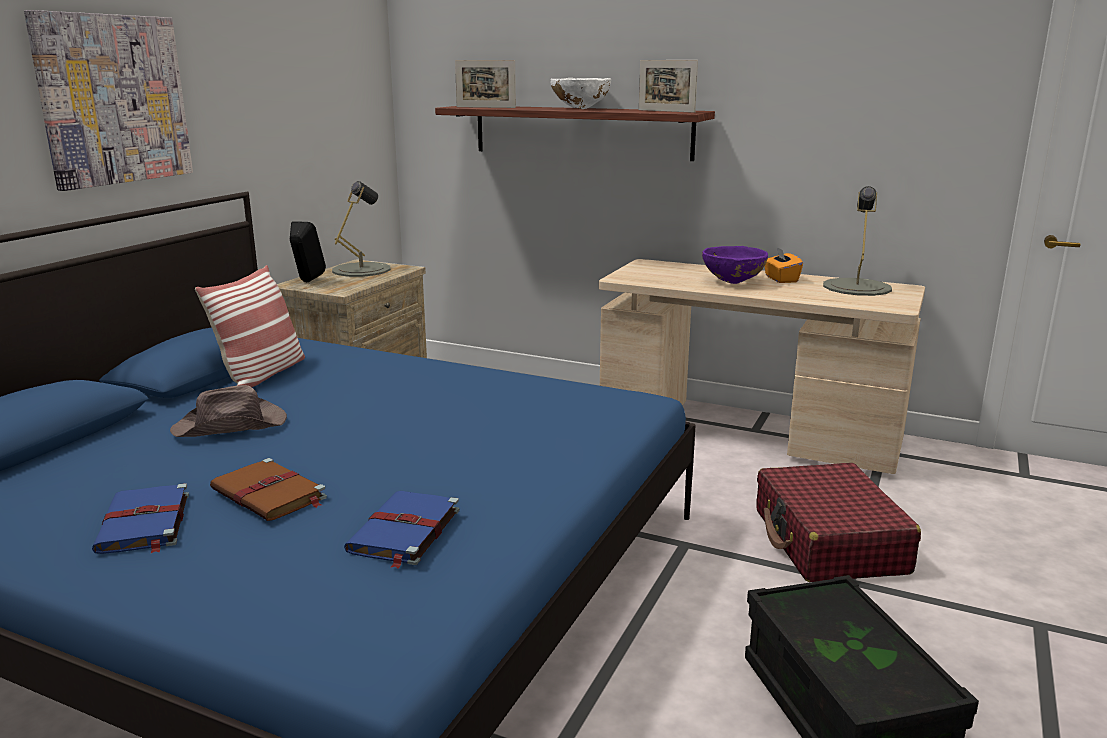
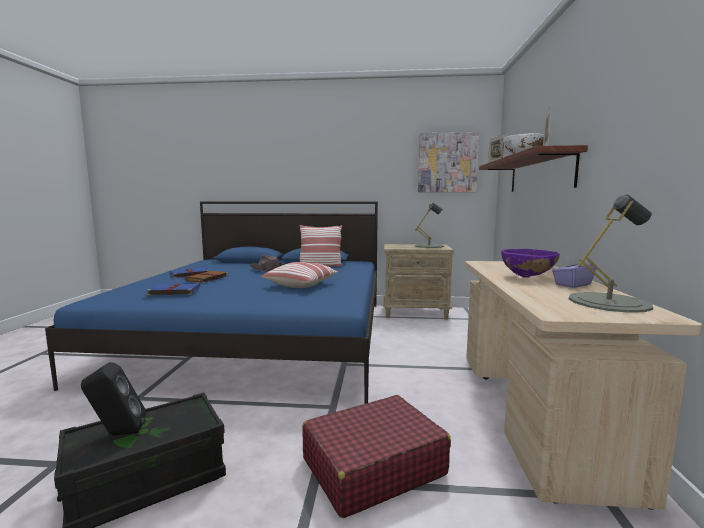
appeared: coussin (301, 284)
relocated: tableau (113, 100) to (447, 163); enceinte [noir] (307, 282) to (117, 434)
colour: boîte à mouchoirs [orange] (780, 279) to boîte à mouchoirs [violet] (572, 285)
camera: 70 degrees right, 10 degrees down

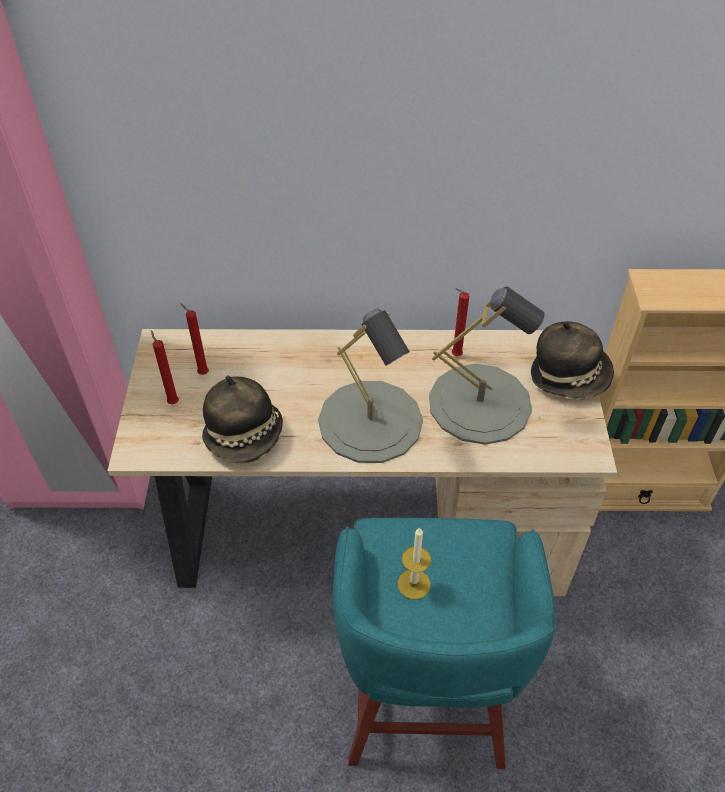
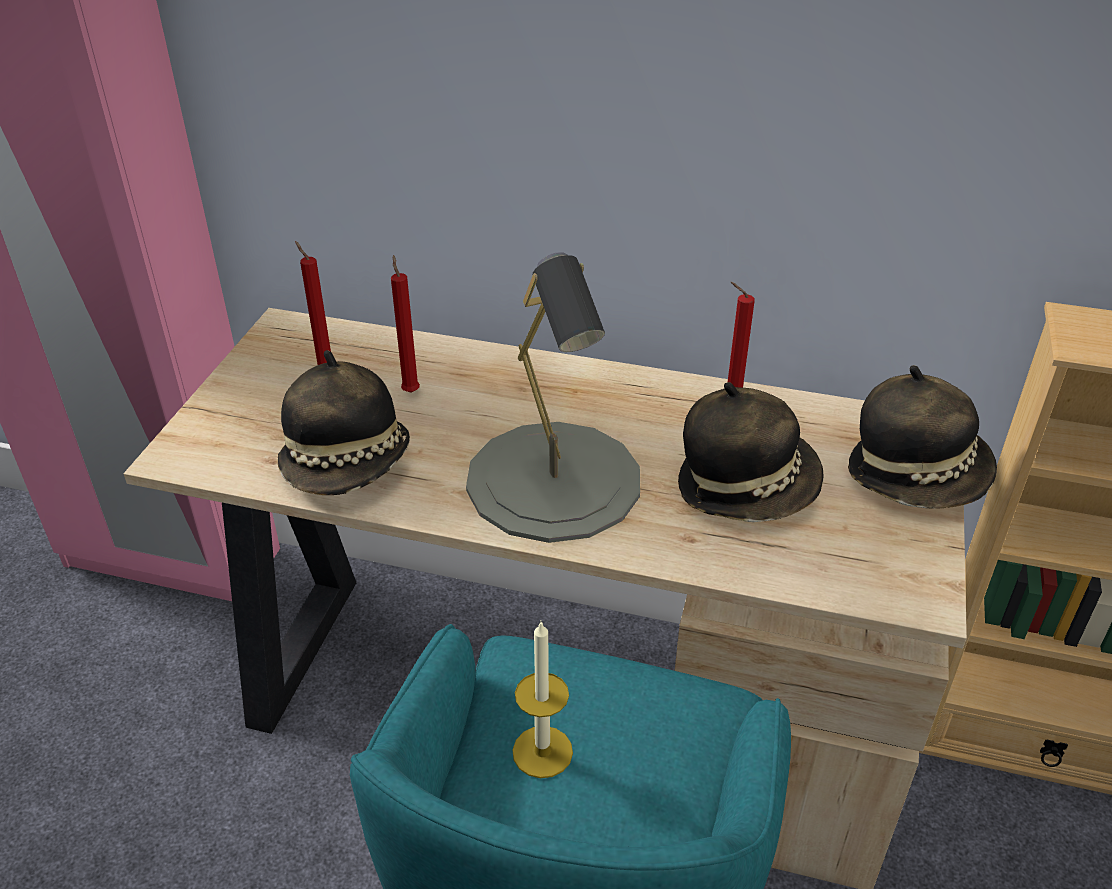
relocated: bougie [rouge] (172, 401) to (410, 390)
exchanged: lampe de table [gris] (480, 403) to chapeau (747, 487)
camera: 15 degrees right, 10 degrees down

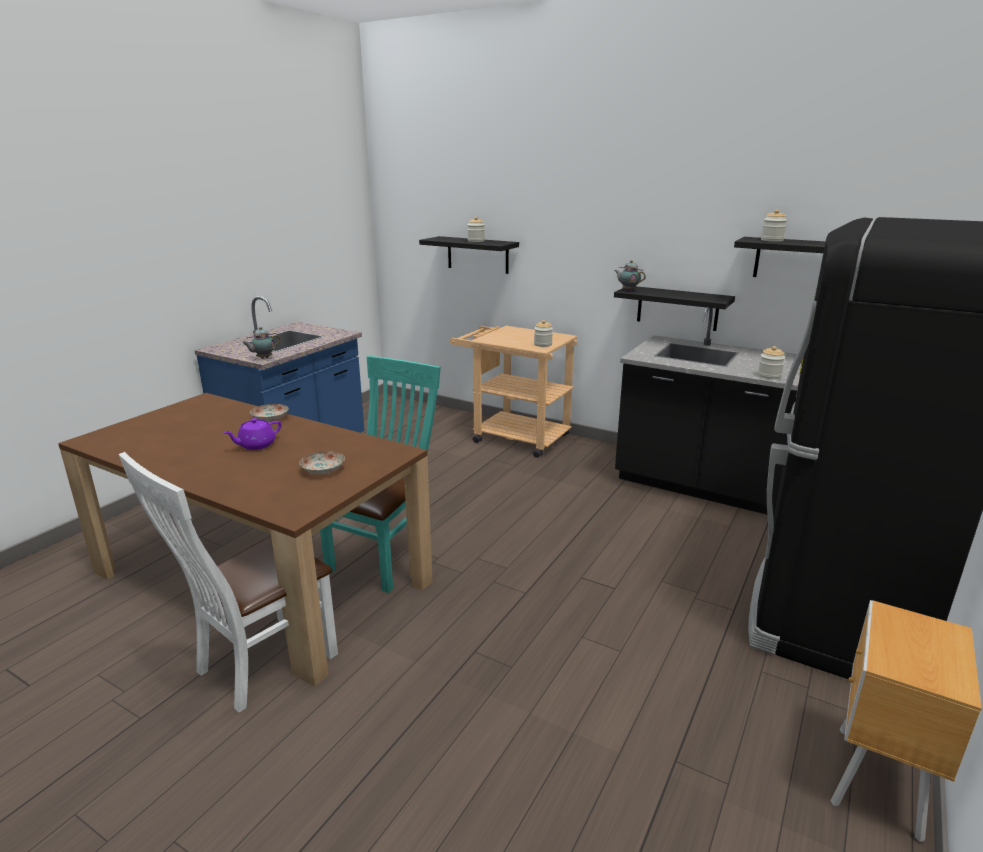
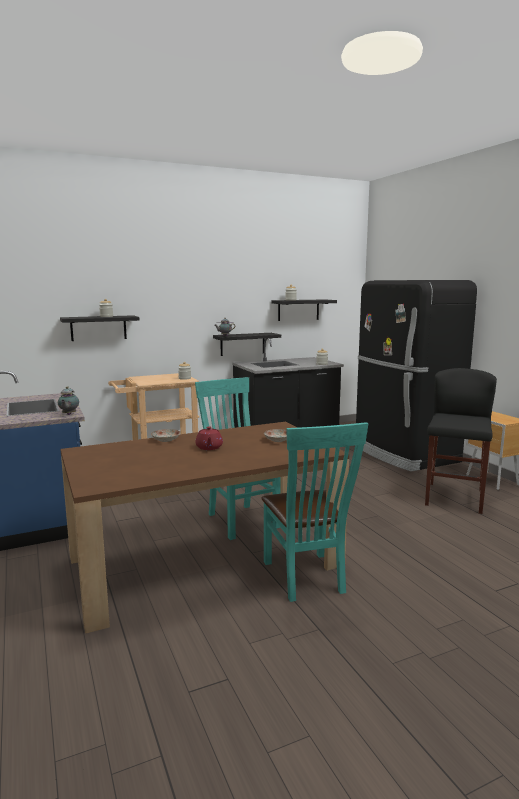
appeared: tabouret [noir] (454, 497)
colour: chaise [blanc] (258, 665) to chaise [turquoise] (306, 579); théière [violet] (256, 445) to théière [rouge] (209, 447)
camera: 55 degrees left, 10 degrees down

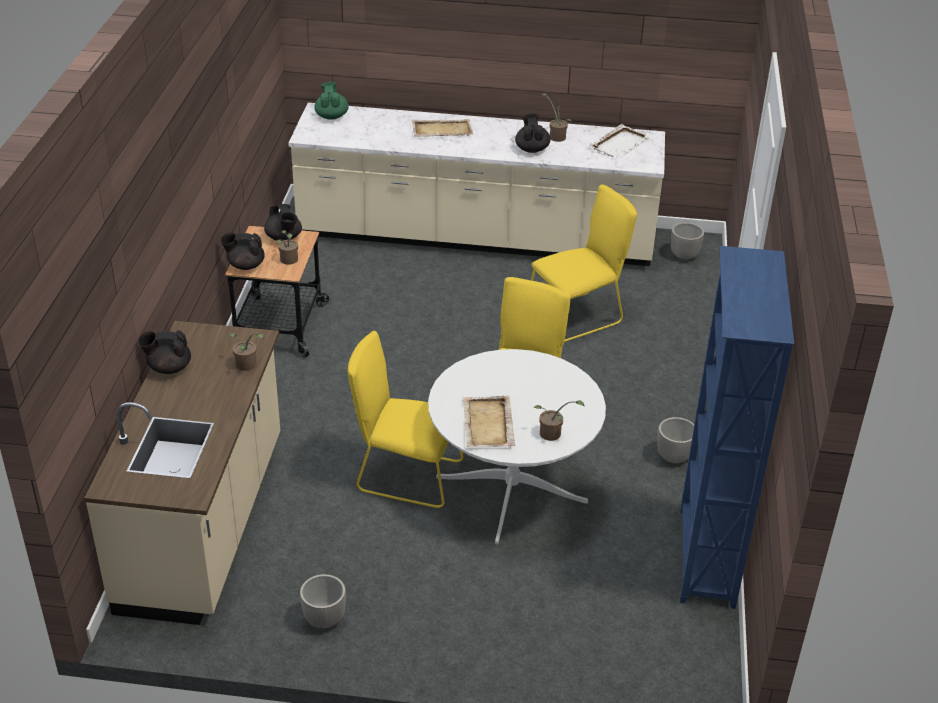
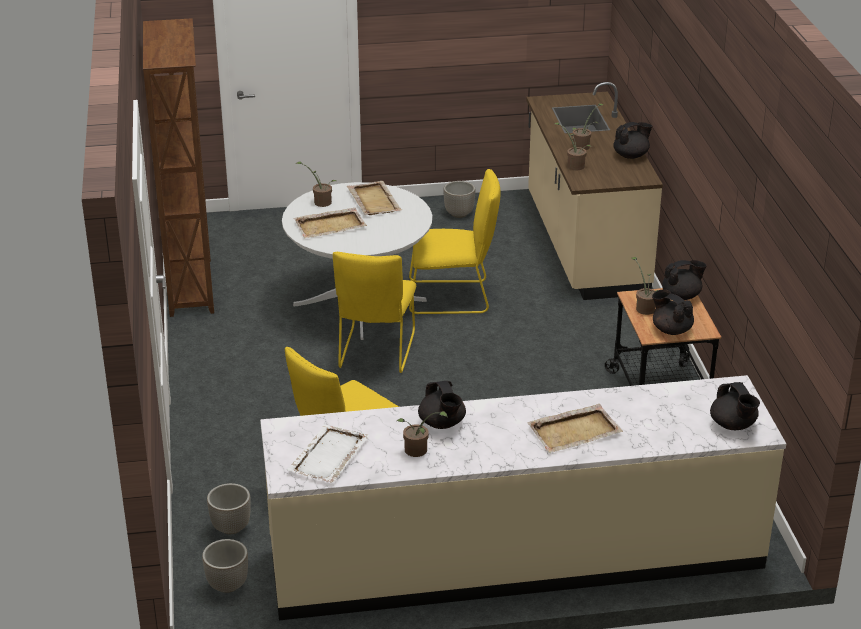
appeared: plateau [beige] (331, 225); plante en pot (583, 146)
relocated: cache-pot (674, 457) to (230, 527)
colour: théière [vert] (331, 116) to théière [noir] (733, 425); bibliothèque [bleu] (705, 558) to bibliothèque [marron] (192, 287)
camera: 165 degrees right, 5 degrees down

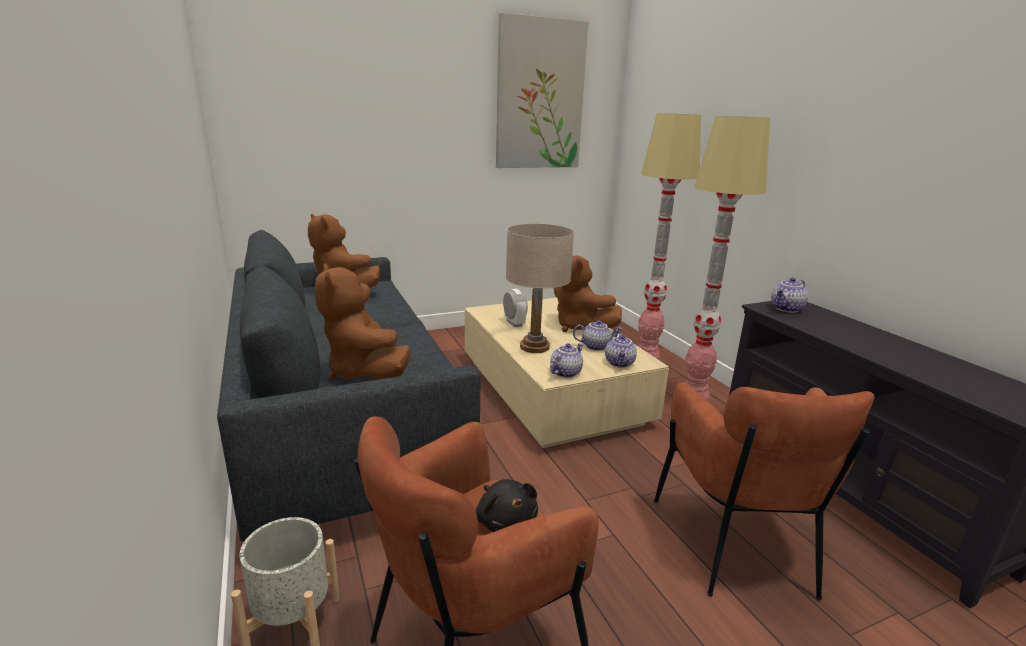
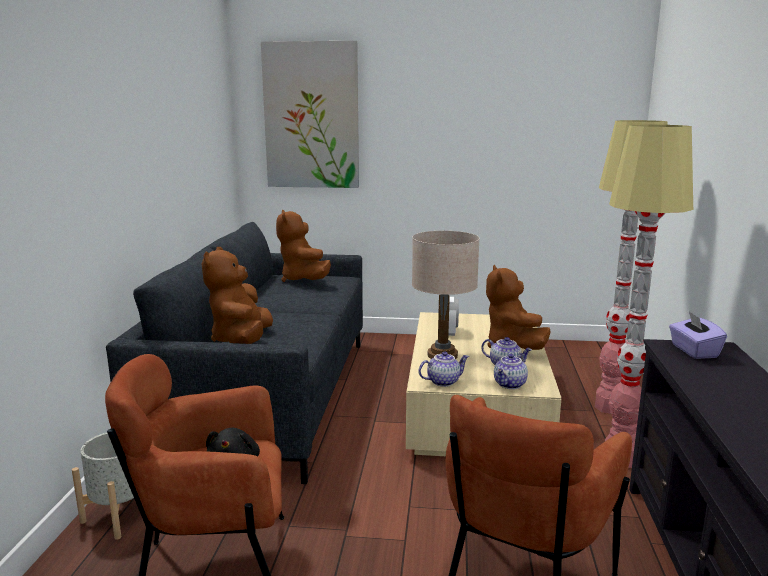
relocated: tableau (540, 95) to (311, 116)
exchanged: théière (787, 309) to boîte à mouchoirs [violet] (693, 351)
camera: 30 degrees right, 5 degrees down

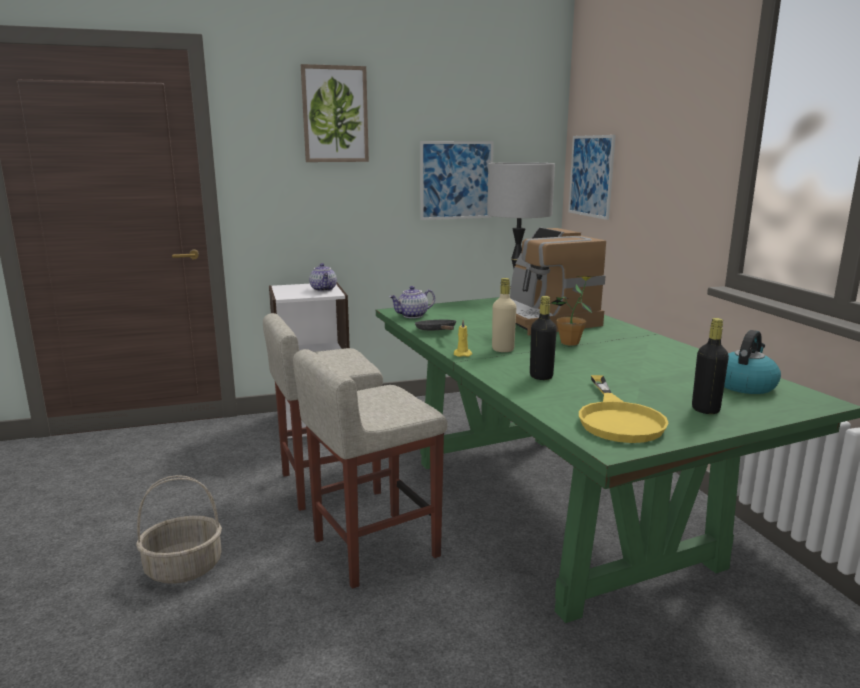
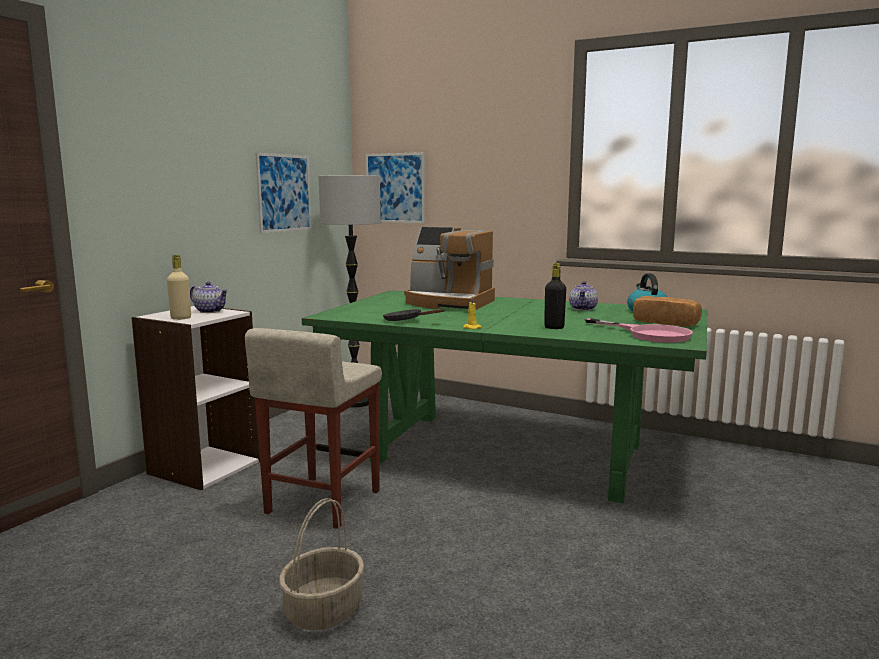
missing: tabouret [beige] (374, 548); tableau (335, 114); plante en pot (570, 343)
relocated: théière (412, 316) to (583, 309); bouteille [beige] (503, 350) to (181, 318)
exchanged: bouteille [noir] (705, 409) to pain (666, 323)
colour: poêle [jaune] (618, 419) to poêle [rose] (649, 334)
camera: 45 degrees left, 5 degrees down

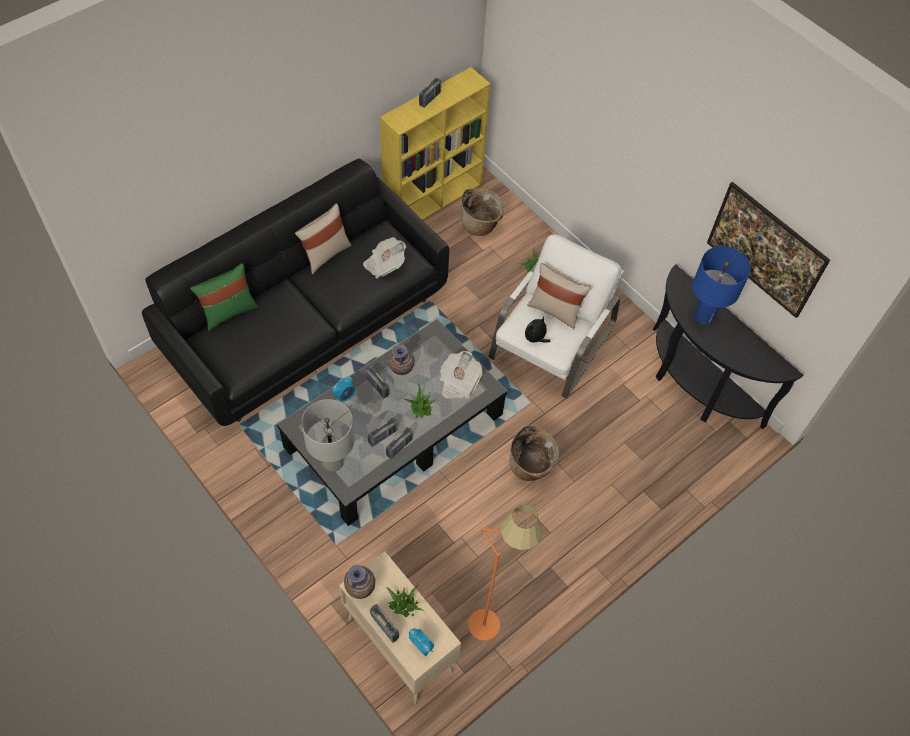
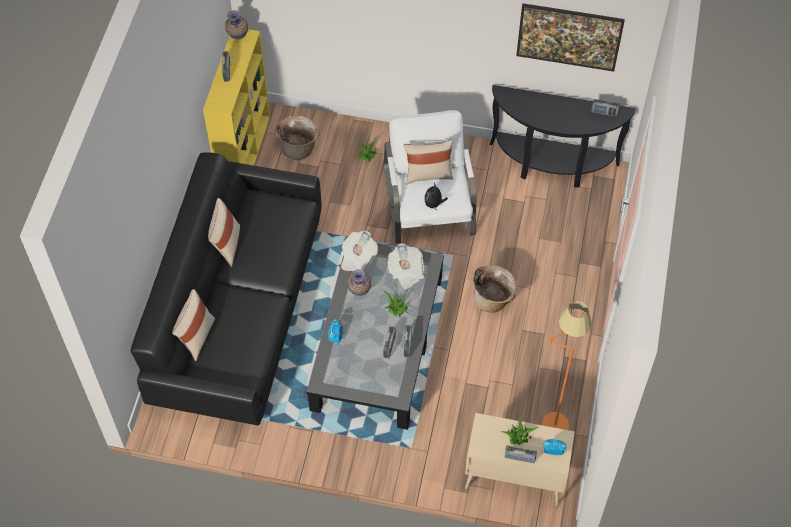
missing: lampe de table [gris] (332, 463); lampe de table [bleu] (703, 316)
relocated: vase (360, 590) to (237, 38); journal (384, 264) to (357, 258); radio (377, 387) to (604, 112)
colour: coussin [vert] (228, 312) to coussin [beige] (196, 337)
camera: 35 degrees left, 0 degrees up

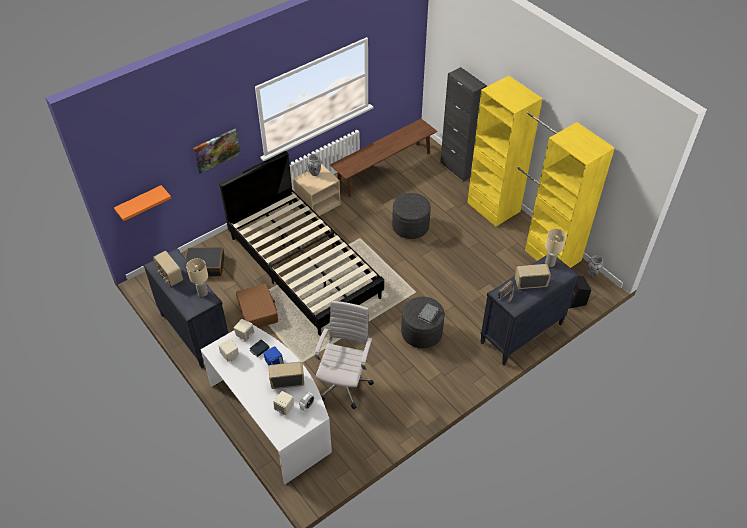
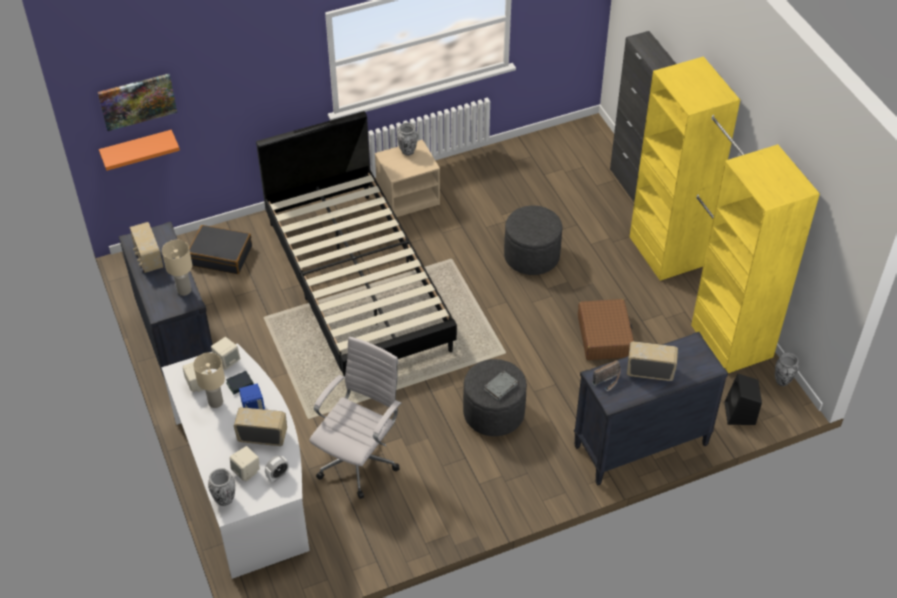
missing: banc [marron] (384, 169)
appeared: vase (224, 499)
relocated: tableau (216, 150) to (137, 101); valise [marron] (258, 311) to (604, 336); lampe de table [beige] (549, 263) to (215, 402)
camera: 15 degrees right, 0 degrees up

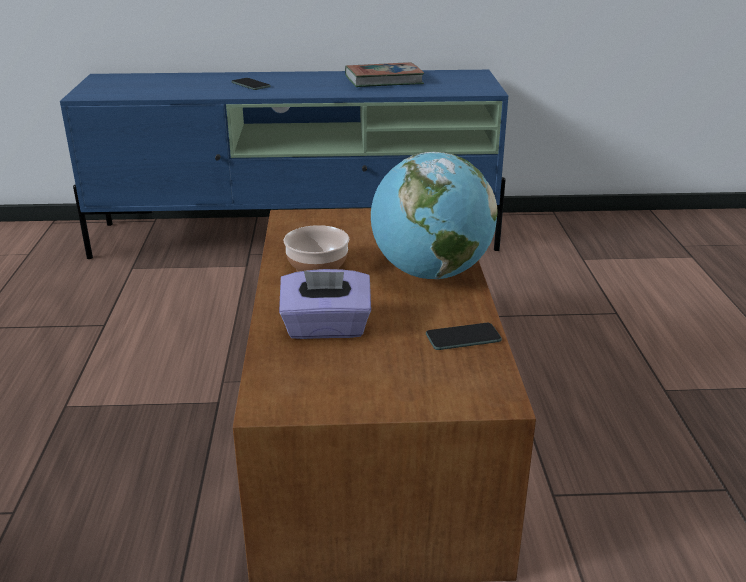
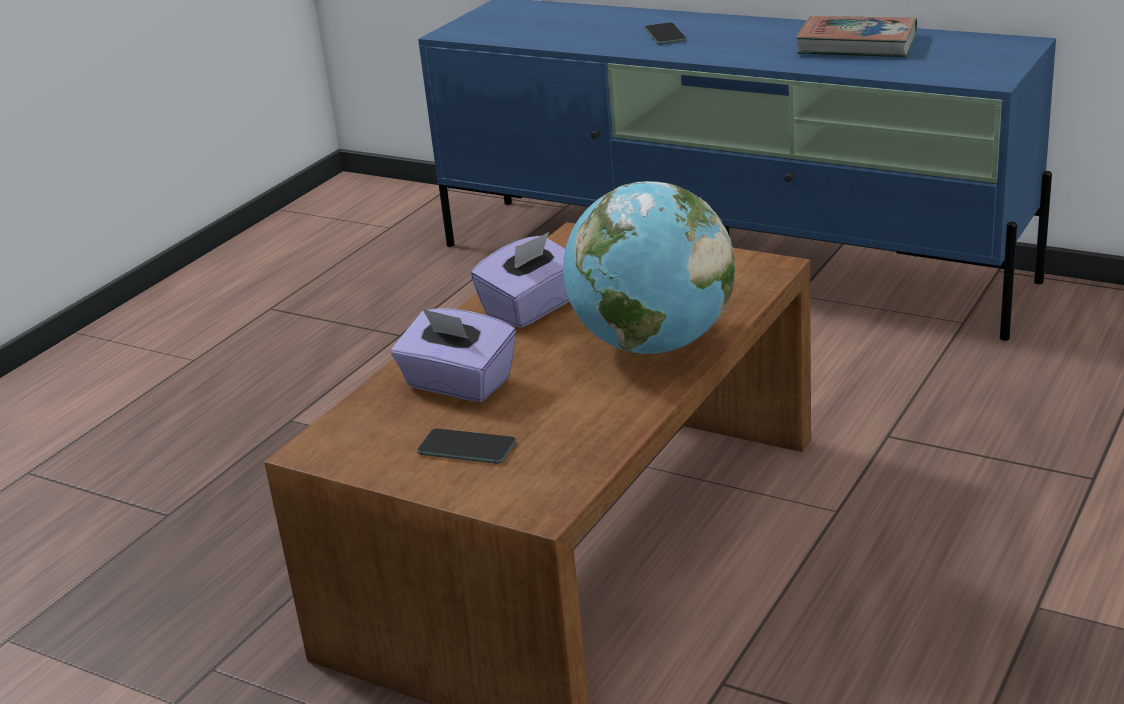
relocated: téléphone (463, 337) to (467, 448)
exchanged: bol (317, 267) to boîte à mouchoirs [violet] (532, 308)
camera: 35 degrees right, 0 degrees up

